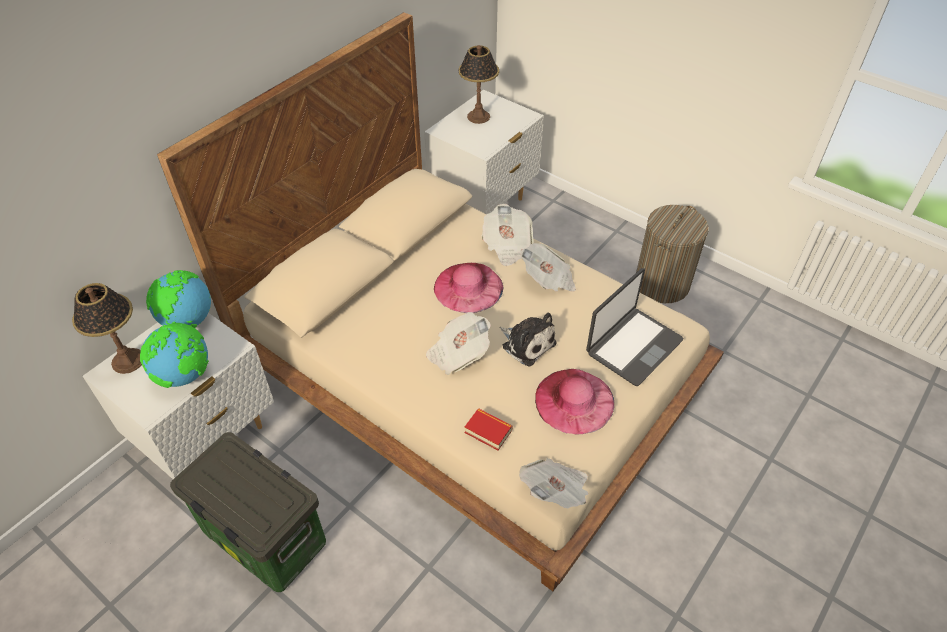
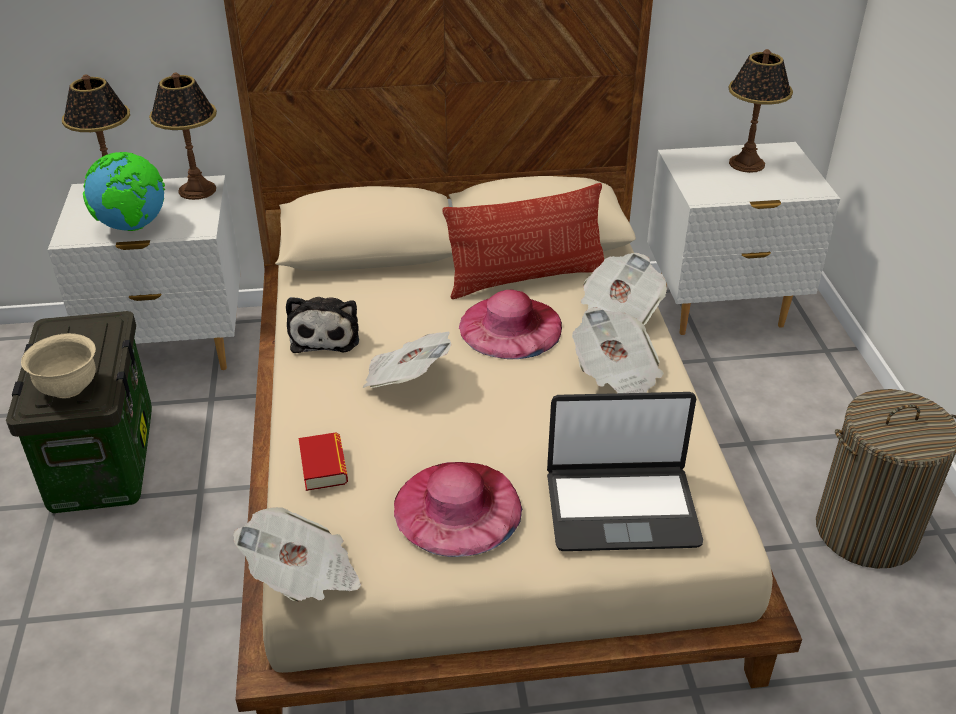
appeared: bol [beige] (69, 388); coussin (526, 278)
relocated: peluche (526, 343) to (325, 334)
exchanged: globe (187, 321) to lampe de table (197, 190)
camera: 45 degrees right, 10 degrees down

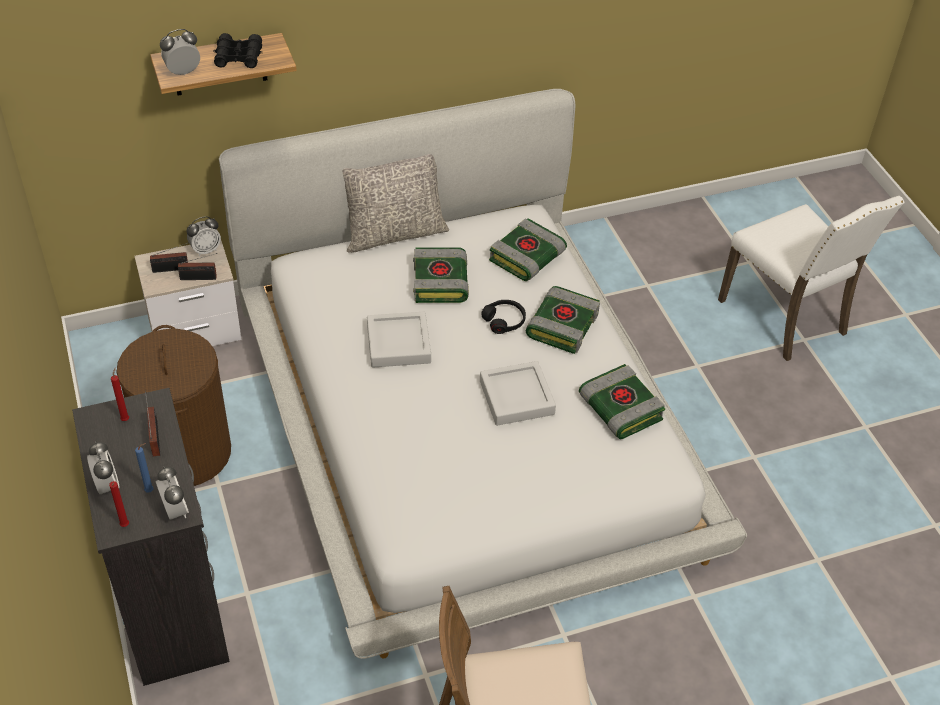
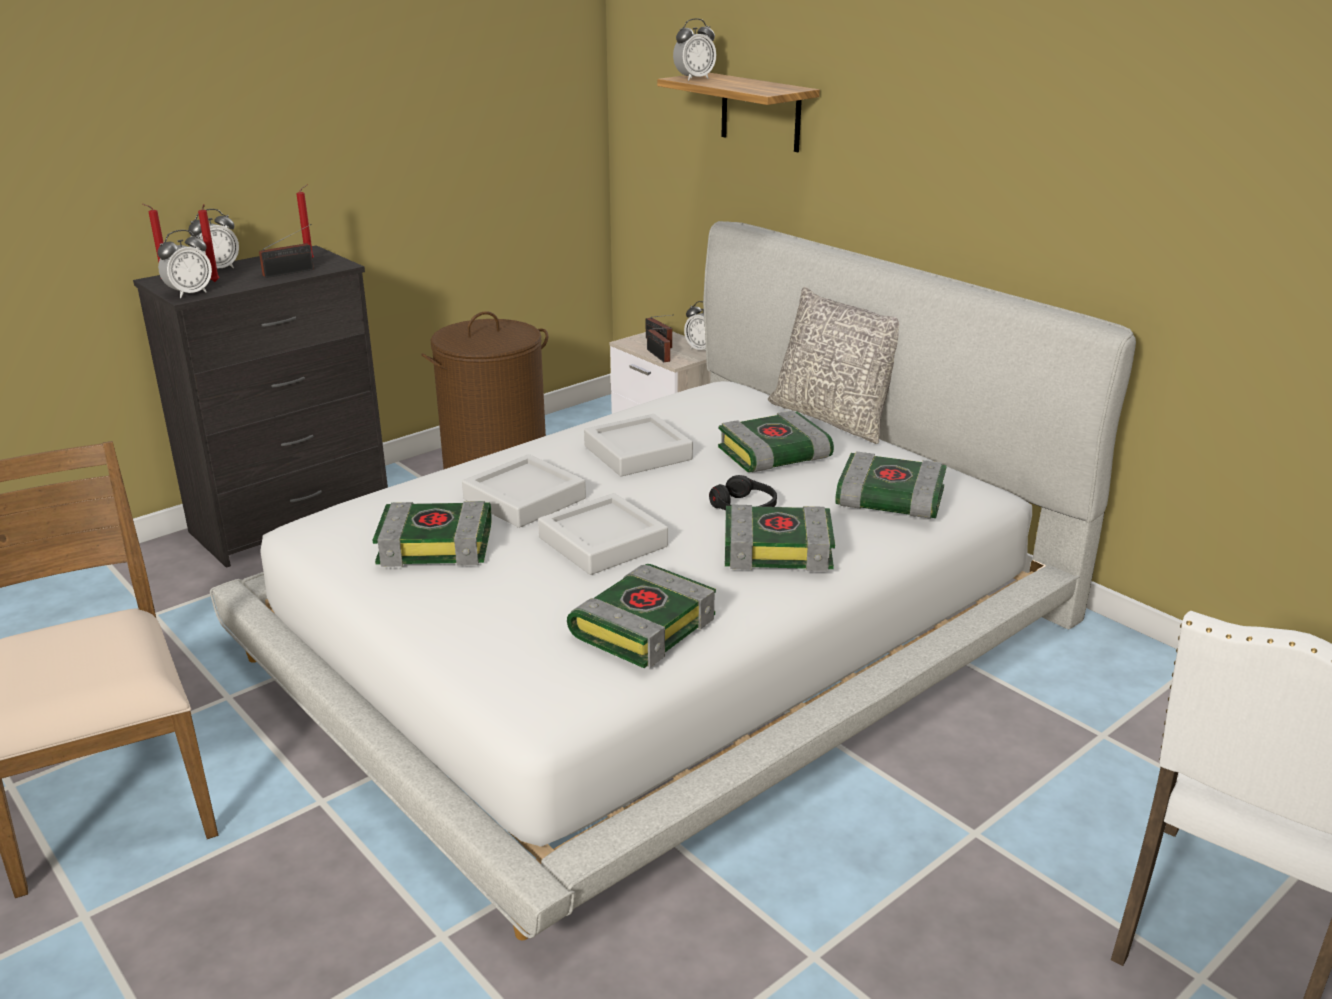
missing: jumelles [noir] (238, 57)
appeared: livre (437, 544); plateau [gris] (524, 499)
colour: bougie [bleu] (151, 491) to bougie [rouge] (215, 282)
spun: réveil (183, 72) = (694, 79) 105 degrees clockwise
camera: 70 degrees right, 20 degrees down

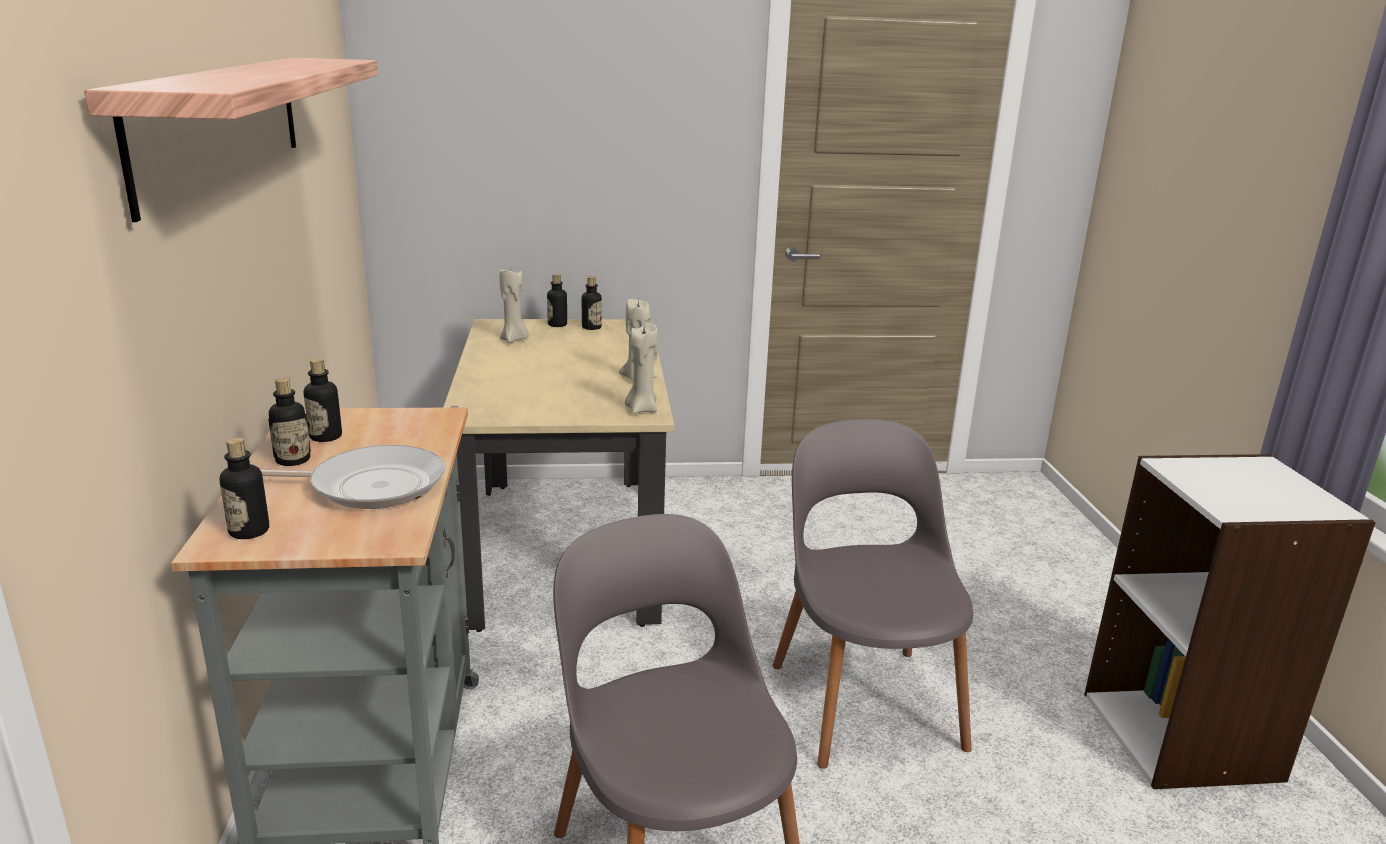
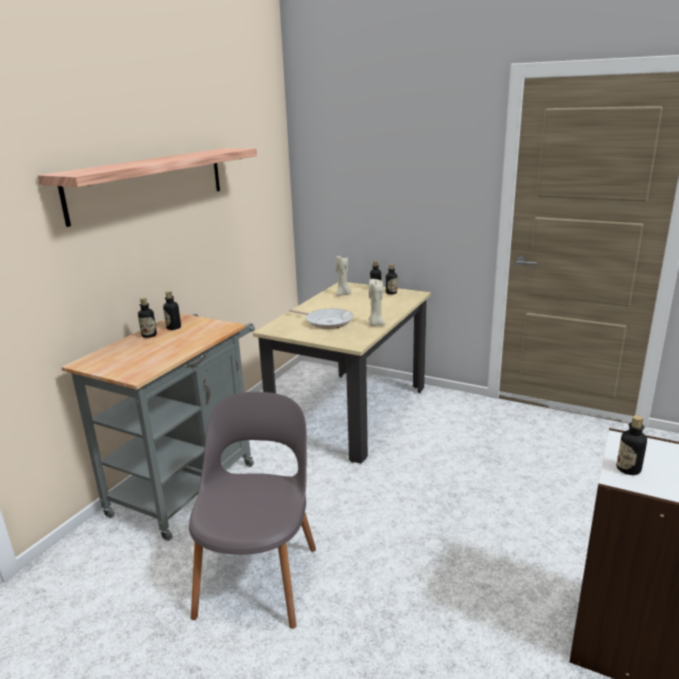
missing: bougie [beige] (641, 409); chaise [gris] (864, 699)
relocated: bouteille (249, 531) to (628, 469); poêle (370, 486) to (327, 321)
camera: 35 degrees right, 0 degrees up

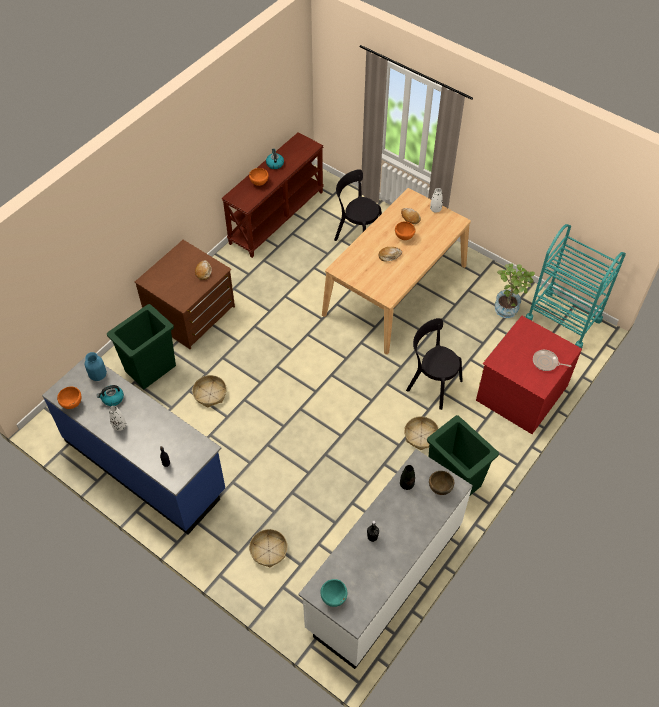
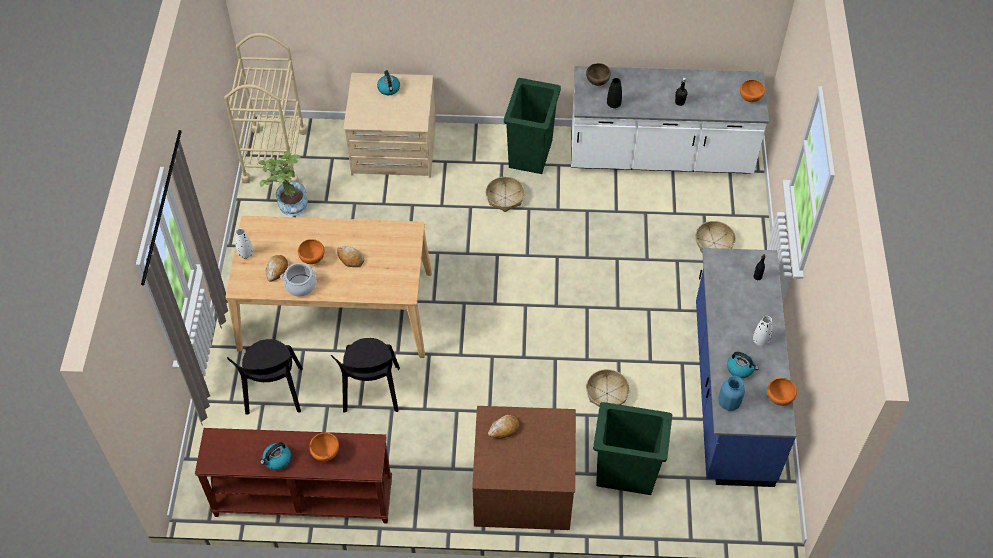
appeared: marmite (300, 285)
relocated: chaise [noir] (431, 384) to (371, 392)
exchanged: poêle (546, 362) to bouilloire (389, 89)
colour: bol [turquoise] (334, 598) to bol [orange] (750, 99); commode [rouge] (520, 392) to commode [beige] (393, 150); chariot [turquoise] (563, 320) to chariot [beige] (274, 155)
camera: 125 degrees left, 0 degrees up

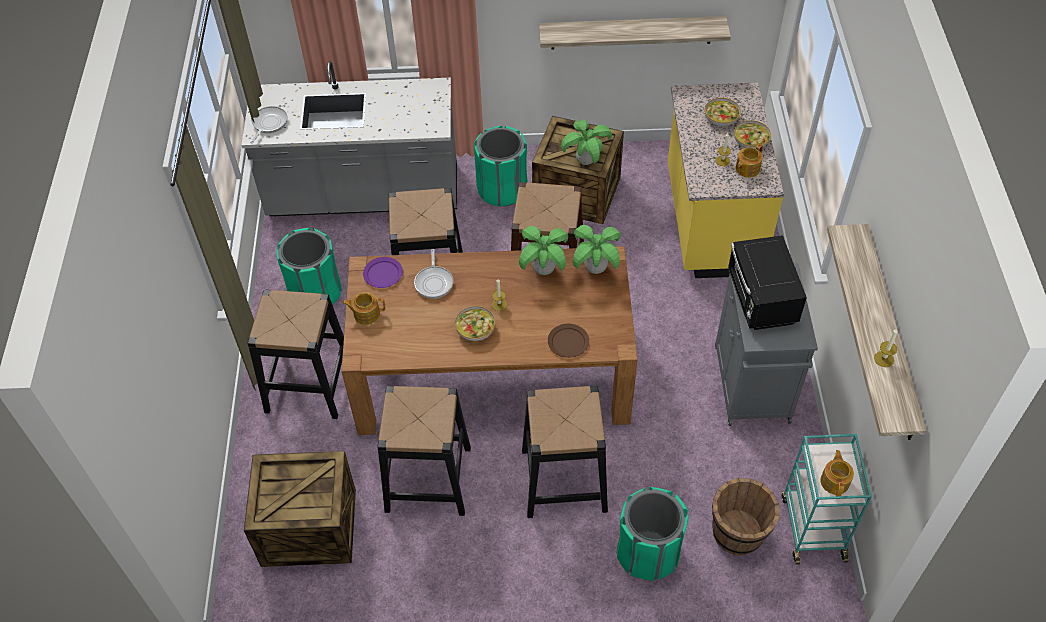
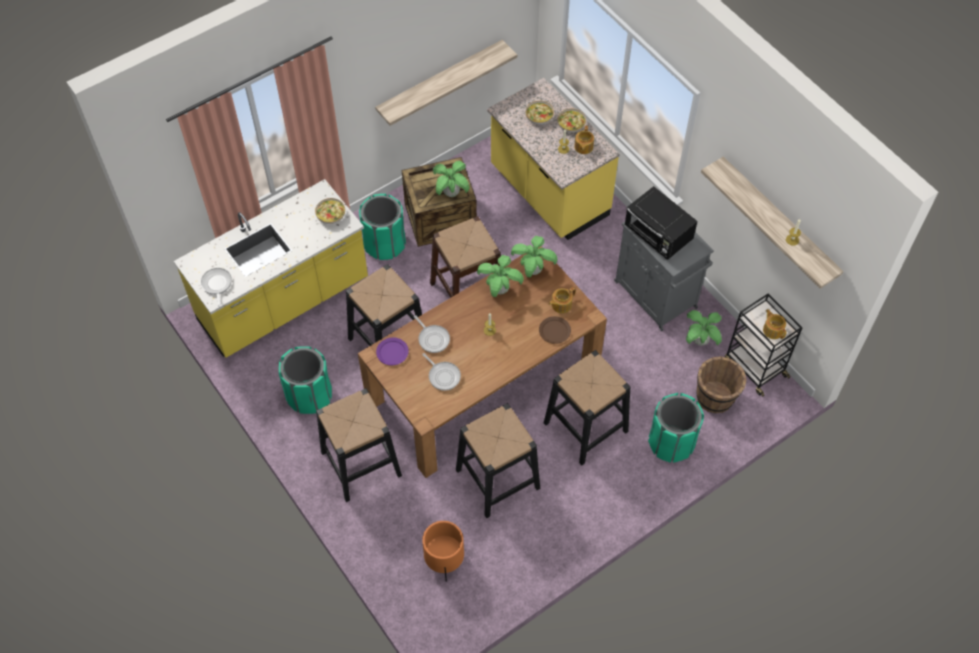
appeared: poêle (443, 376); plante en pot (700, 341)
relocated: théière (366, 314) to (561, 305); bol (475, 329) to (330, 215)
exchanged: caisse (308, 529) to cache-pot [orange] (444, 560)
colour: comptoir de cuisine [gris] (364, 195) to comptoir de cuisine [jaune] (284, 302); chariot [turquoise] (812, 526) to chariot [noir] (754, 367)
camera: 35 degrees left, 5 degrees up

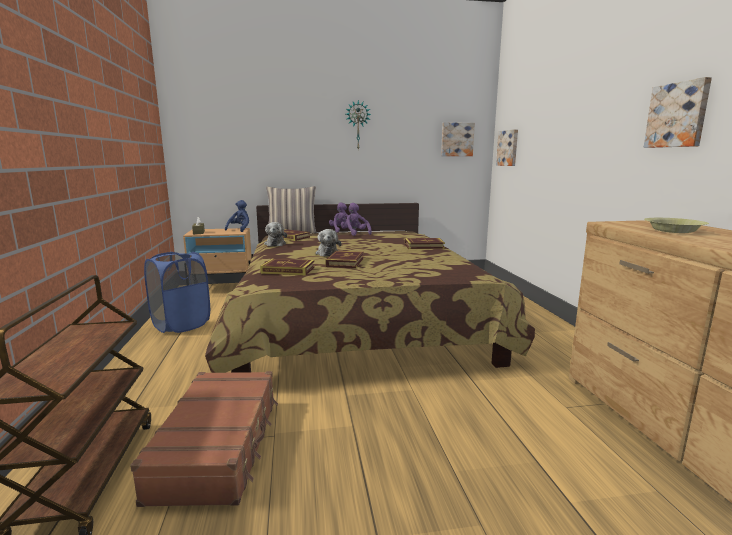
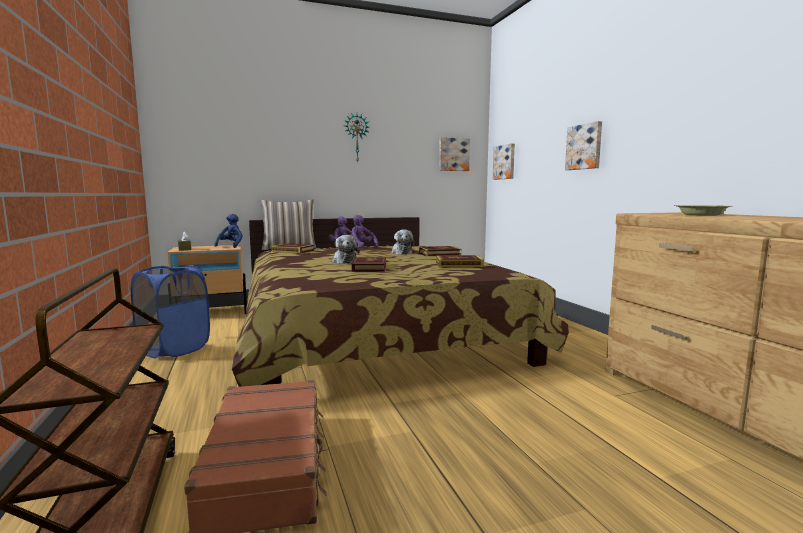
relocated: livre (288, 270) to (458, 264); peluche (275, 244) to (401, 252); tableau (678, 115) to (584, 147)
camera: 10 degrees left, 5 degrees down

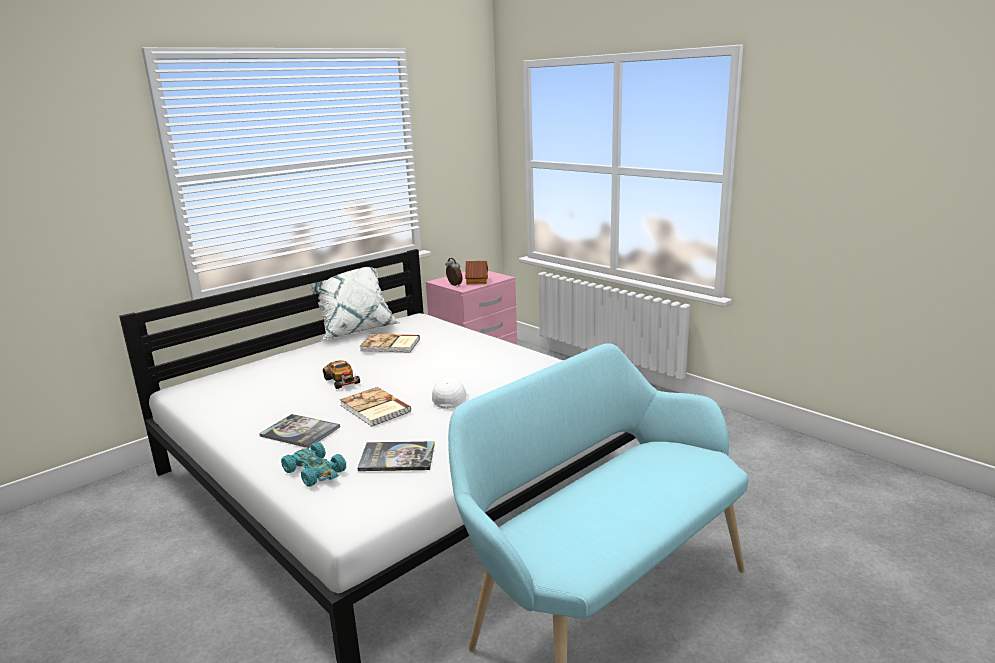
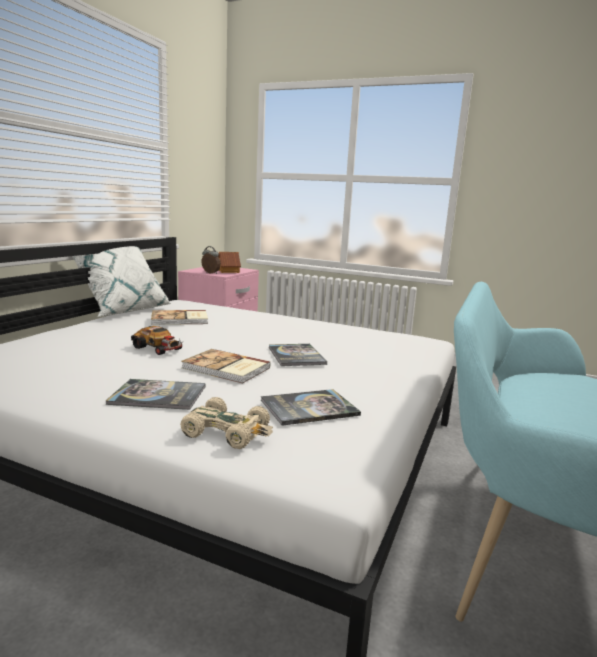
exchanged: casquette [blanc] (450, 398) to livre (296, 356)
colour: petite voiture [turquoise] (315, 471) to petite voiture [beige] (227, 432)
camera: 25 degrees left, 5 degrees down

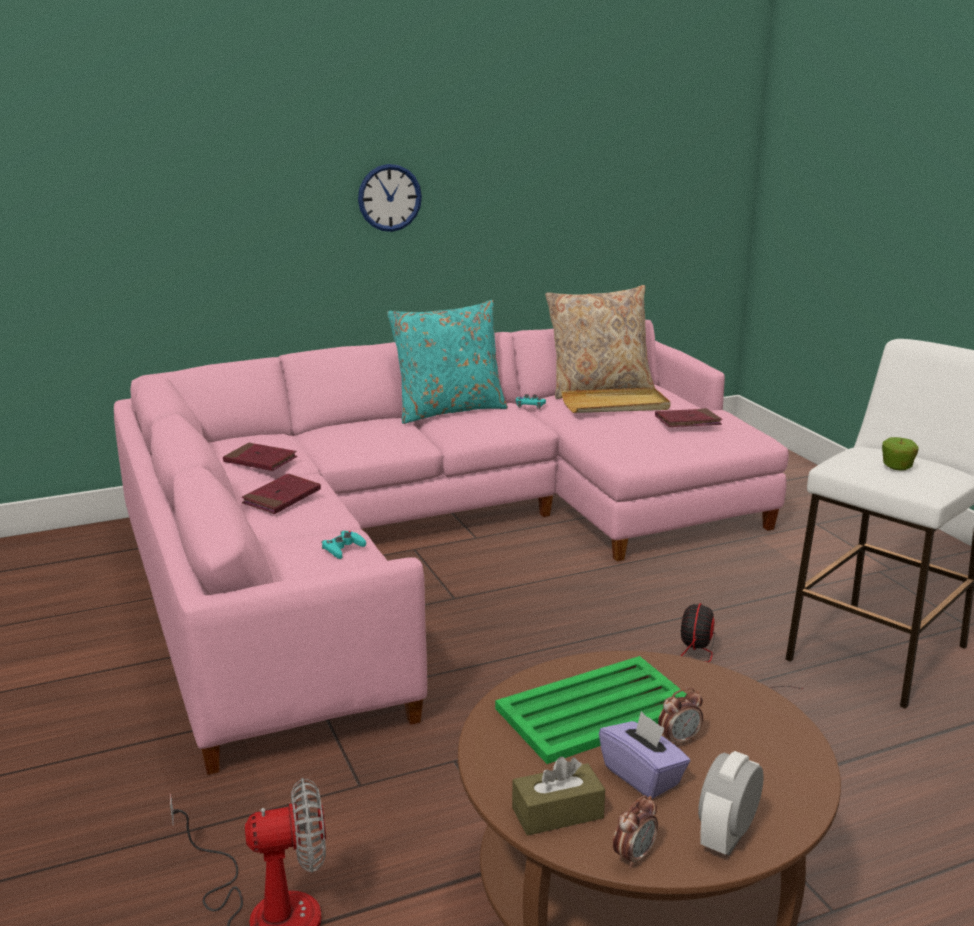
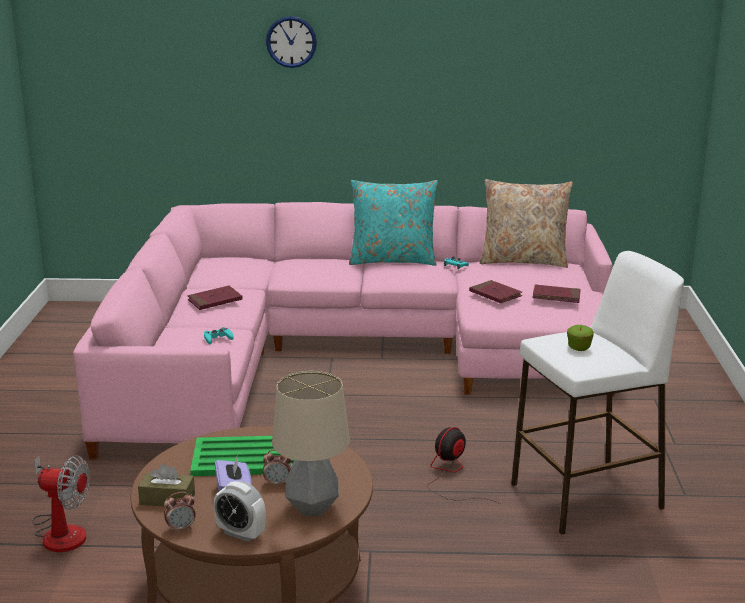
missing: plateau [beige] (615, 405)
appeared: lampe de table (312, 508)
relocated: livre [rouge] (260, 460) to (495, 294); horloge murale (389, 197) to (291, 42)
spun: réveil (727, 836) = (241, 534) 120 degrees counterclockwise
camera: 25 degrees right, 0 degrees up

